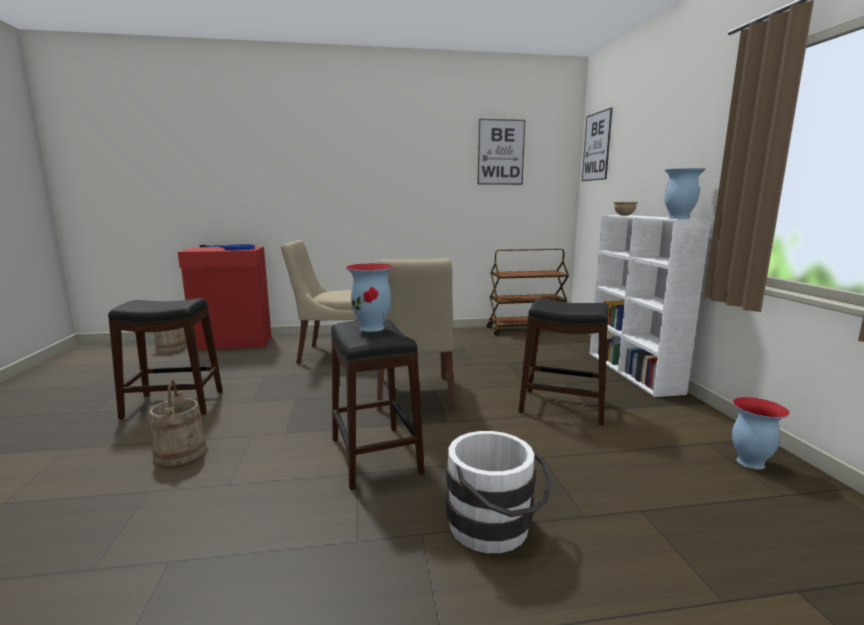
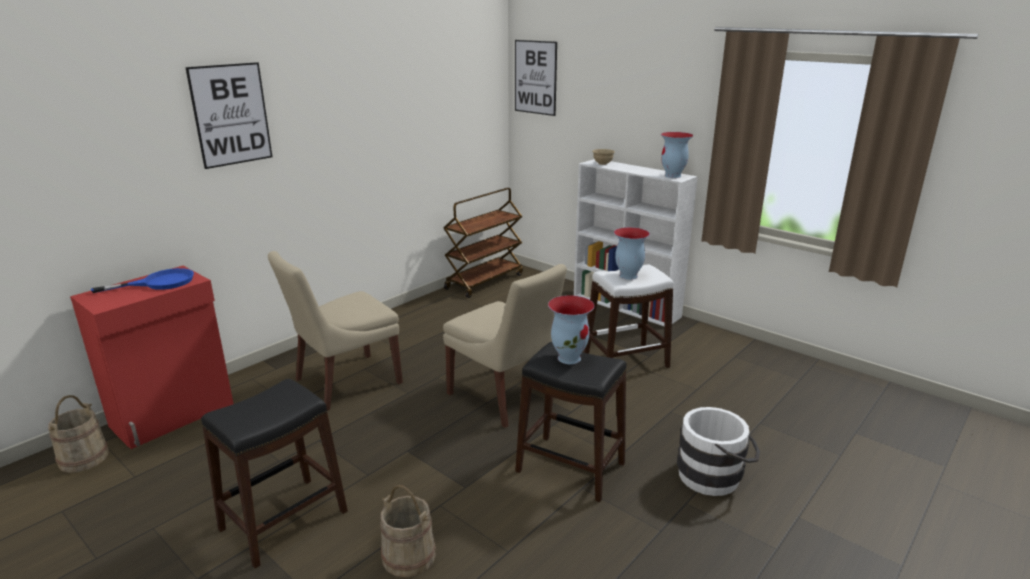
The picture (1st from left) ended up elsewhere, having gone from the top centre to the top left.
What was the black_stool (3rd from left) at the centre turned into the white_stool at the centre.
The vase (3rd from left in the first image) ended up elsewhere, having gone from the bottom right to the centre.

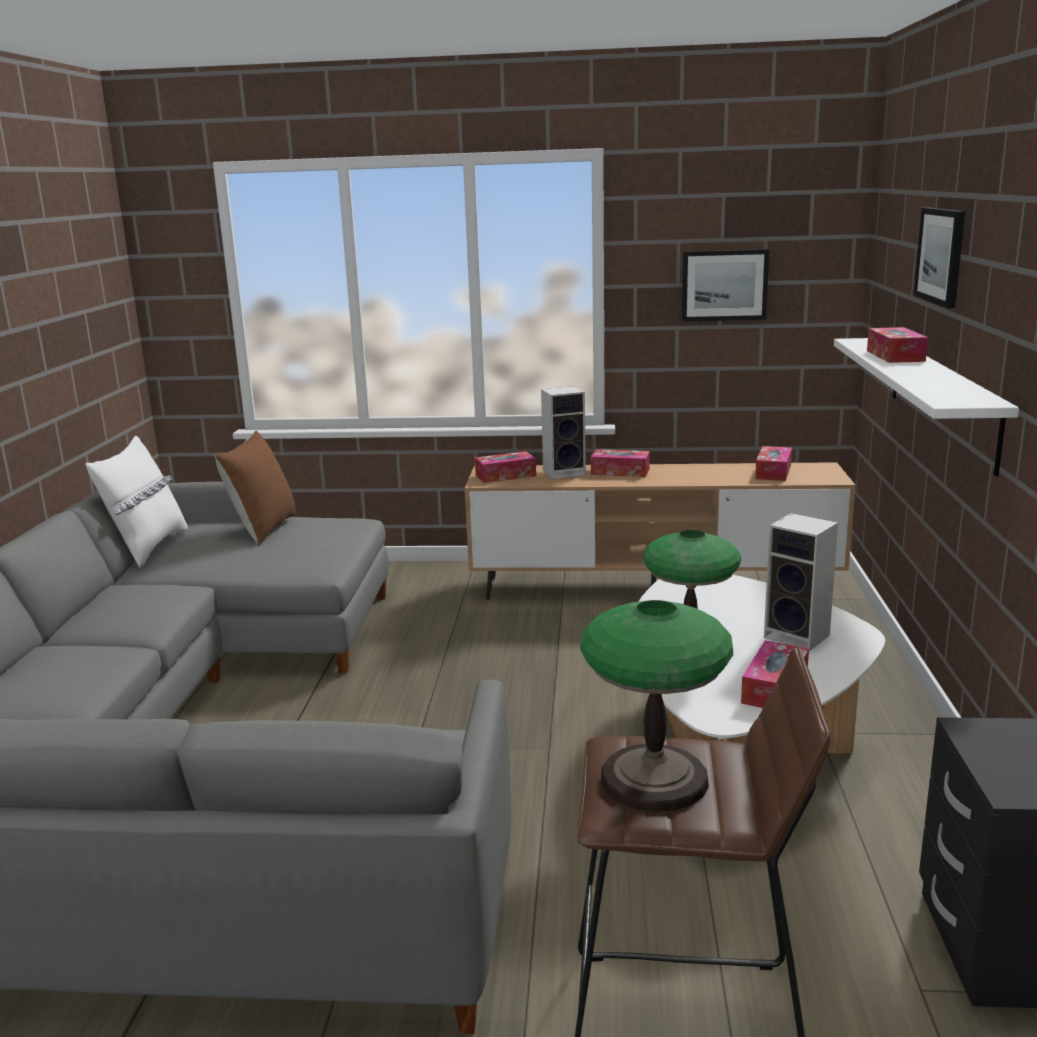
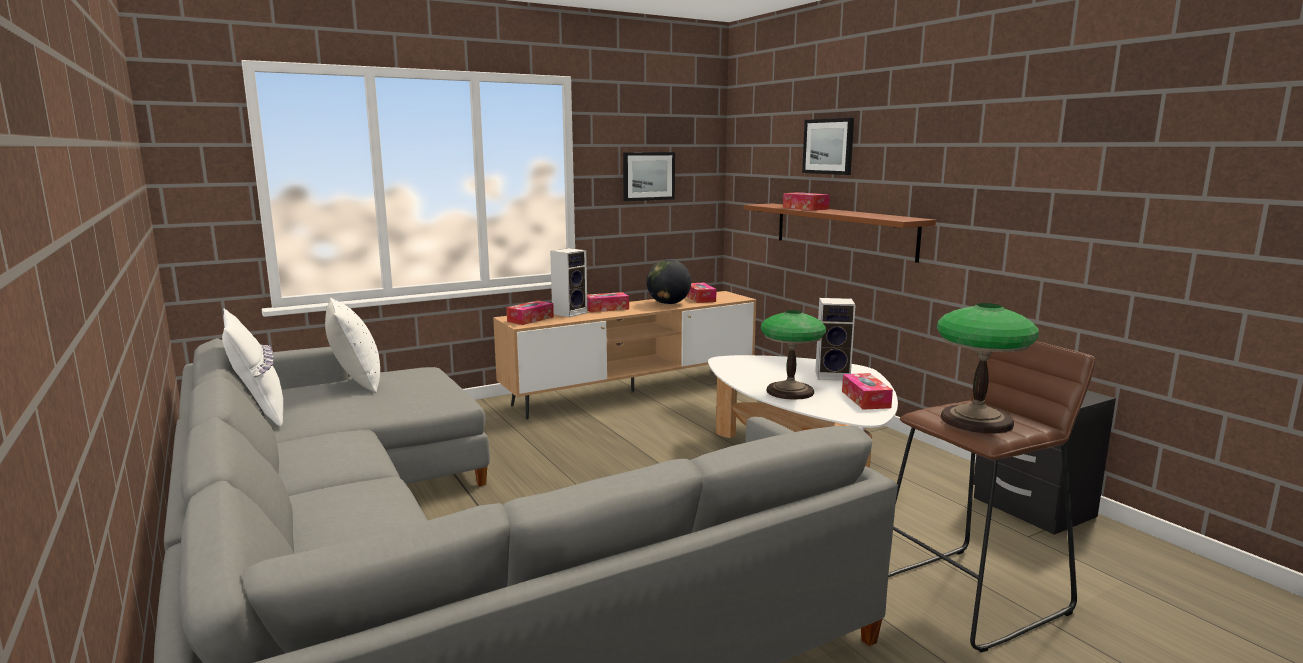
What was the white_shelf at the middle right turned into the brown_shelf at the centre.
What was the brown_pillow at the middle left turned into the white_pillow (2nd from left) at the middle left.
The second view gained the globe at the centre.

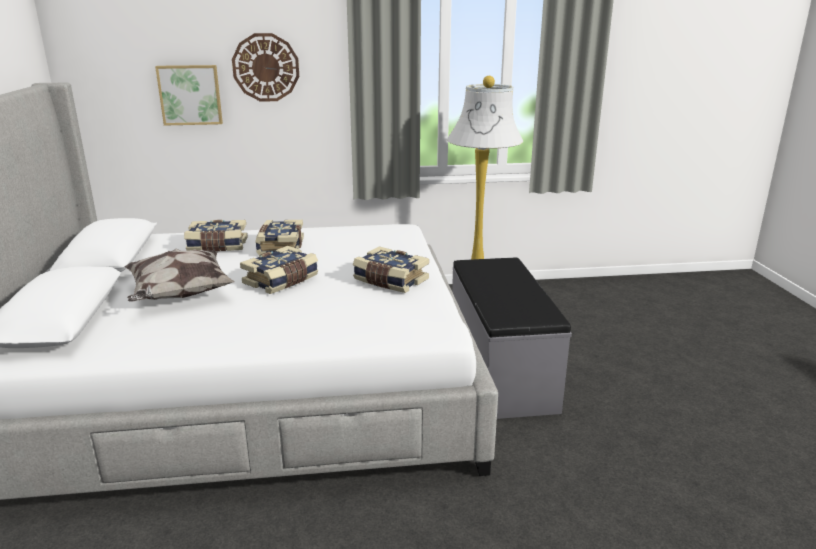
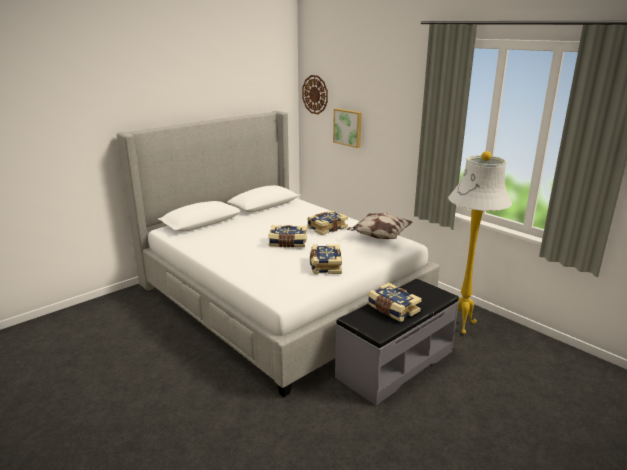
The wall_clock ended up elsewhere, having gone from the top left to the top centre.
The book (1st from left in the first image) ended up elsewhere, having gone from the middle left to the centre.
The pillow ended up elsewhere, having gone from the middle left to the centre.

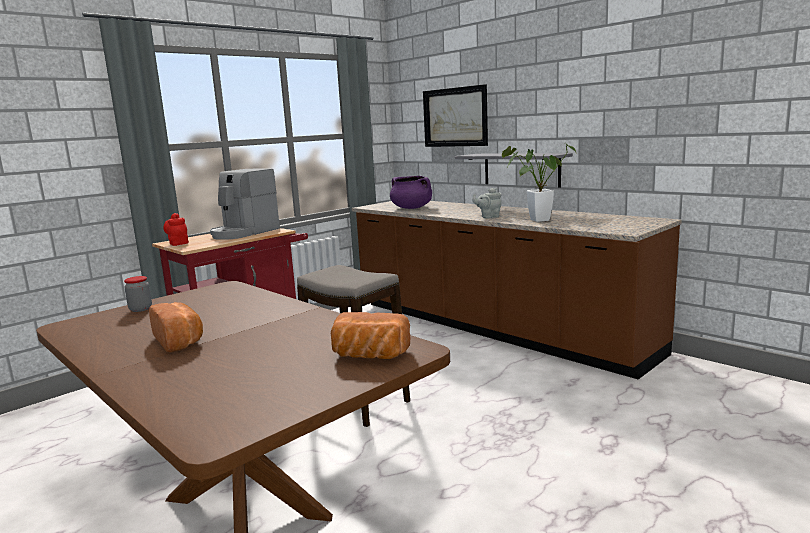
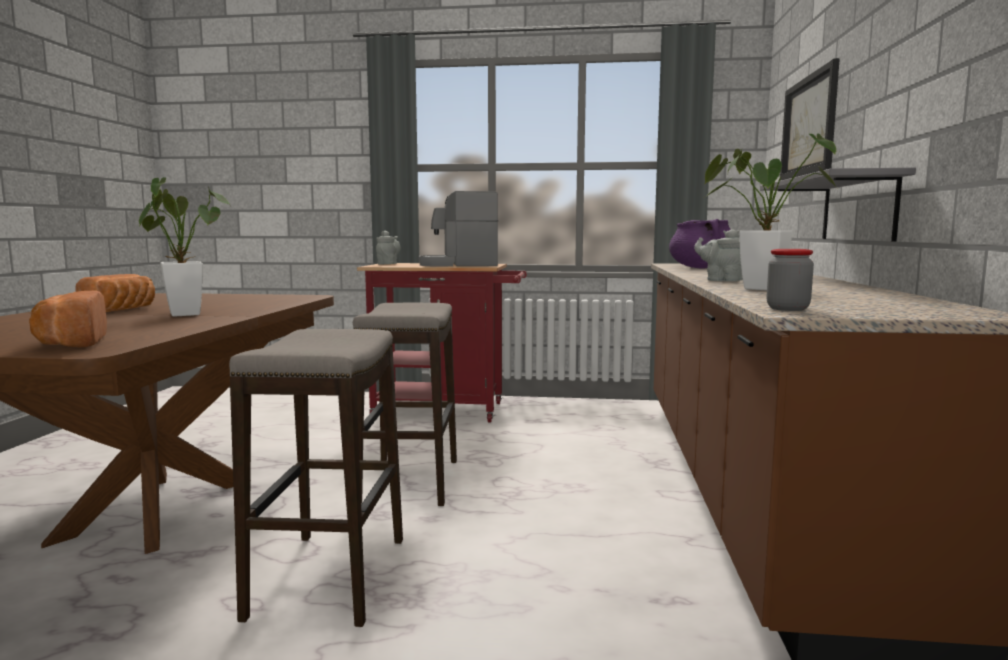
What was the red_teapot at the middle left turned into the grey_teapot (1st from left) at the centre.
The jar ended up elsewhere, having gone from the middle left to the middle right.
The second view gained the potted_plant (1st from left) at the middle left.
The second view gained the stool (1st from left) at the bottom left.

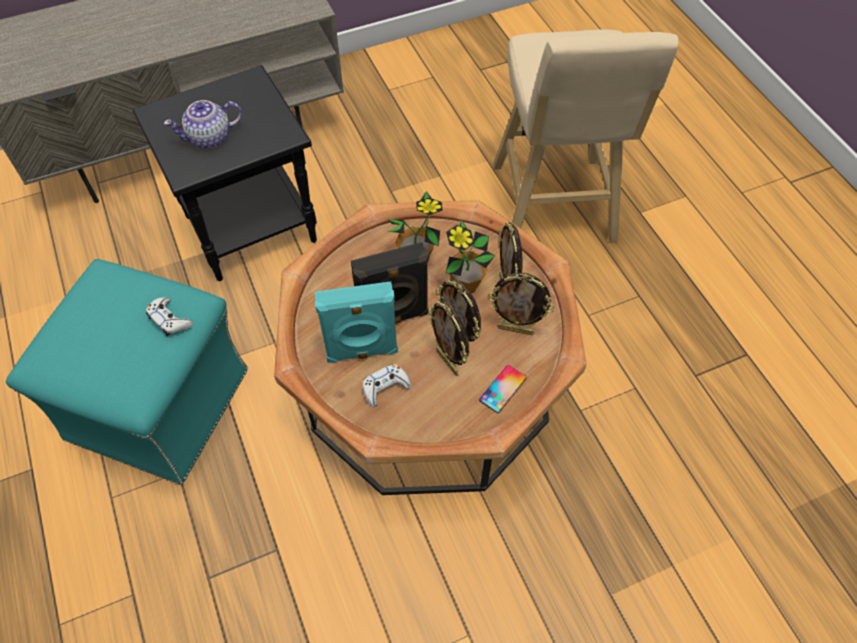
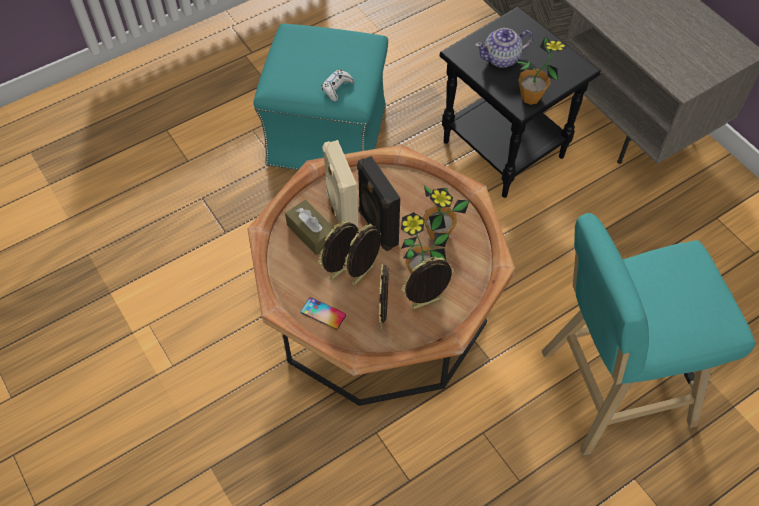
What was the beige_stool at the top right turned into the turquoise_stool at the middle right.
The teapot at the top left ended up facing another way, 75 degrees counterclockwise from before.
What was the turquoise_speaker at the centre turned into the beige_speaker at the centre.
Where the white_game_controller (2nd from left) stood at the centre, the brown_tissue_box came to stand at the centre.
The second view gained the potted_plant (3rd from left) at the top right.

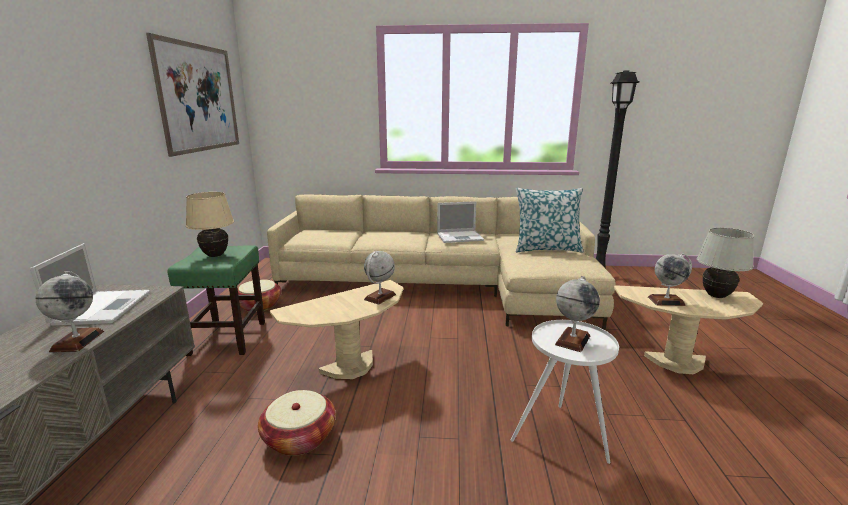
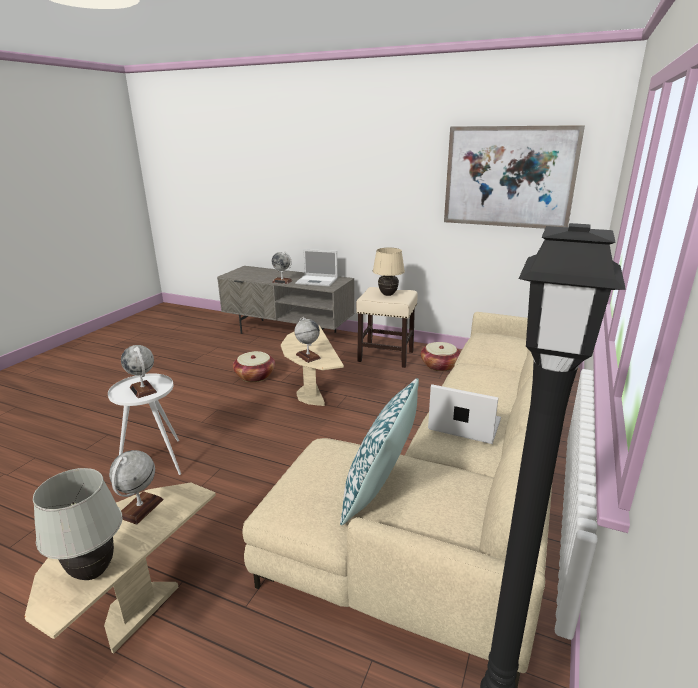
The laptop (2nd from left) at the centre ended up facing another way, 105 degrees clockwise from before.
What was the green_stool at the middle left turned into the beige_stool at the centre.

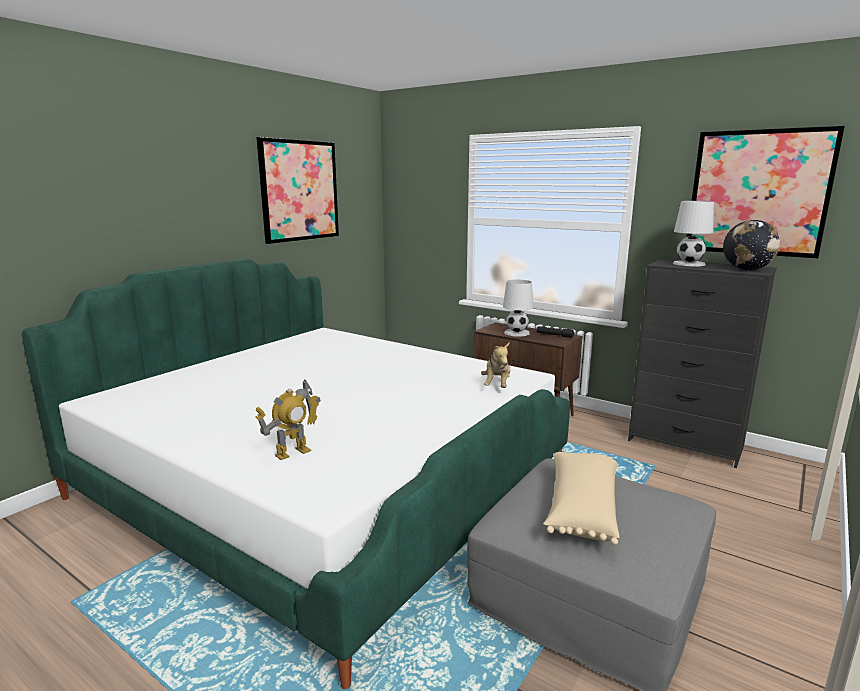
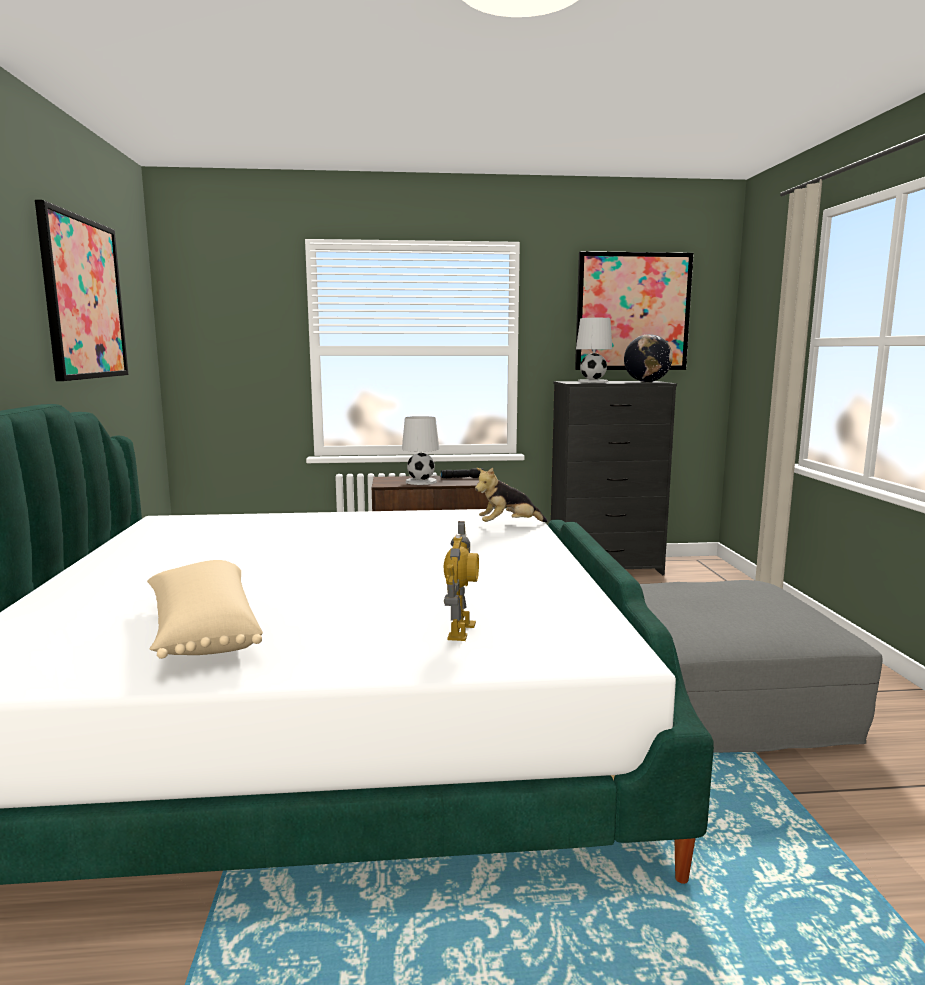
The plush_toy at the centre ended up facing another way, 105 degrees clockwise from before.
The beige_pillow ended up elsewhere, having gone from the bottom right to the middle left.

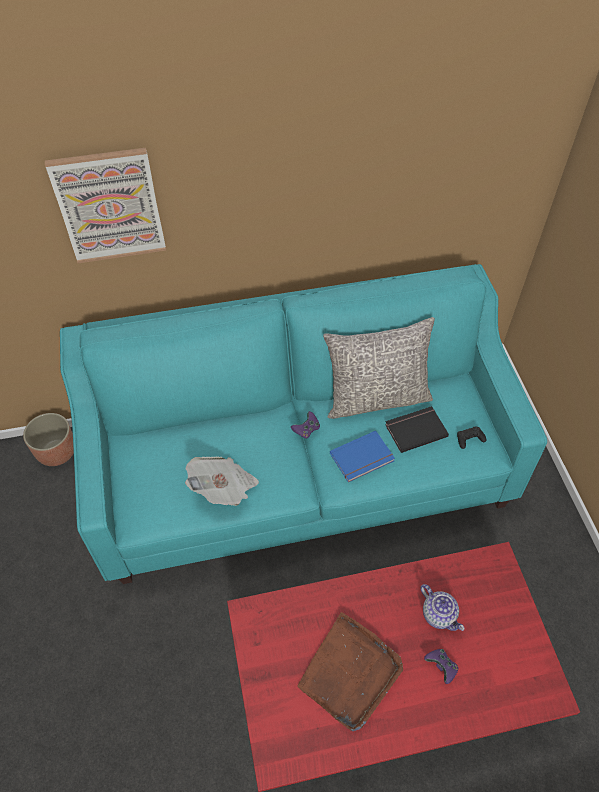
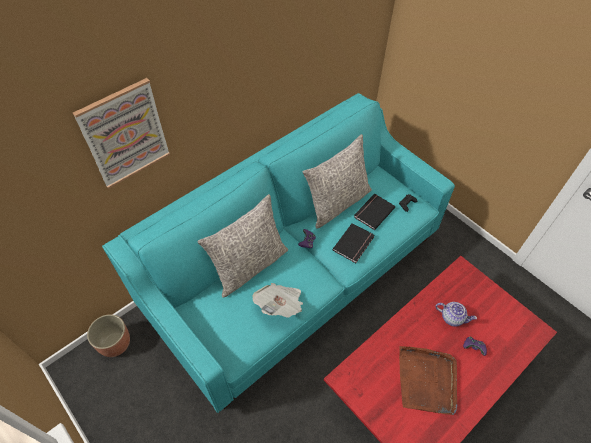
What was the blue_book at the centre turned into the black_book (1st from left) at the centre.
The second view gained the grey_pillow (1st from left) at the centre.

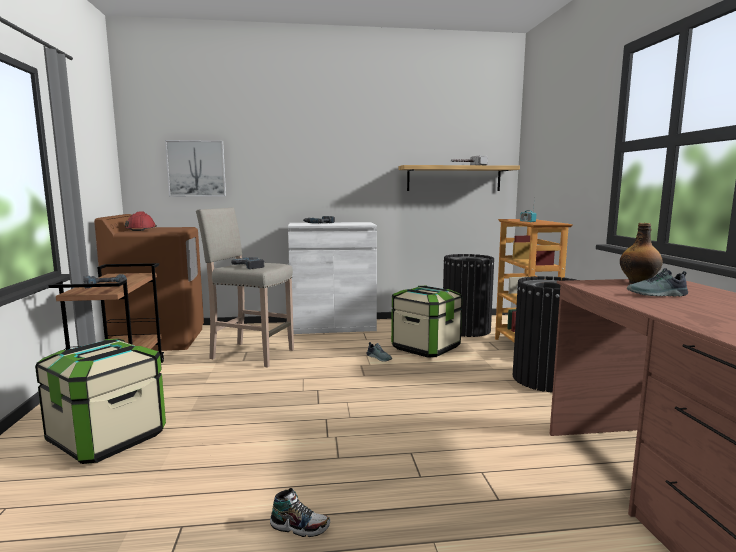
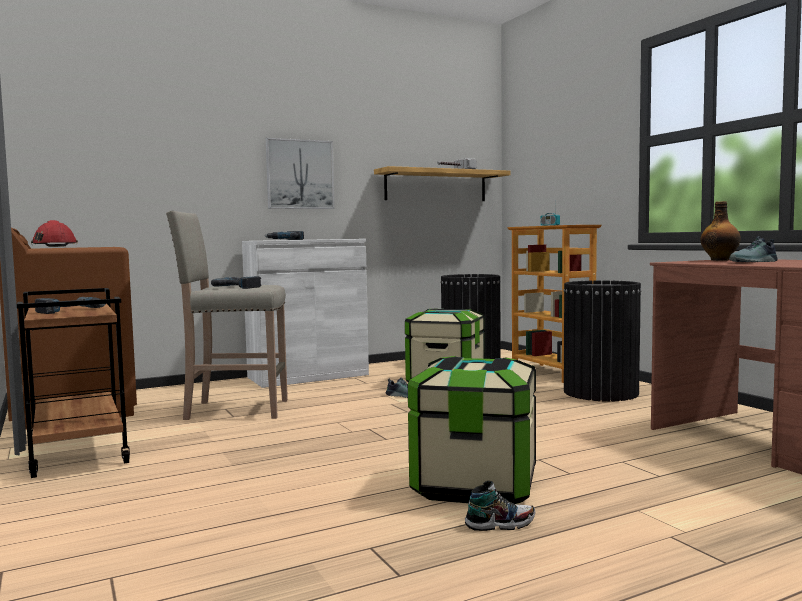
The picture ended up elsewhere, having gone from the top left to the top centre.
The storage_box (1st from left in the first image) ended up elsewhere, having gone from the bottom left to the bottom centre.

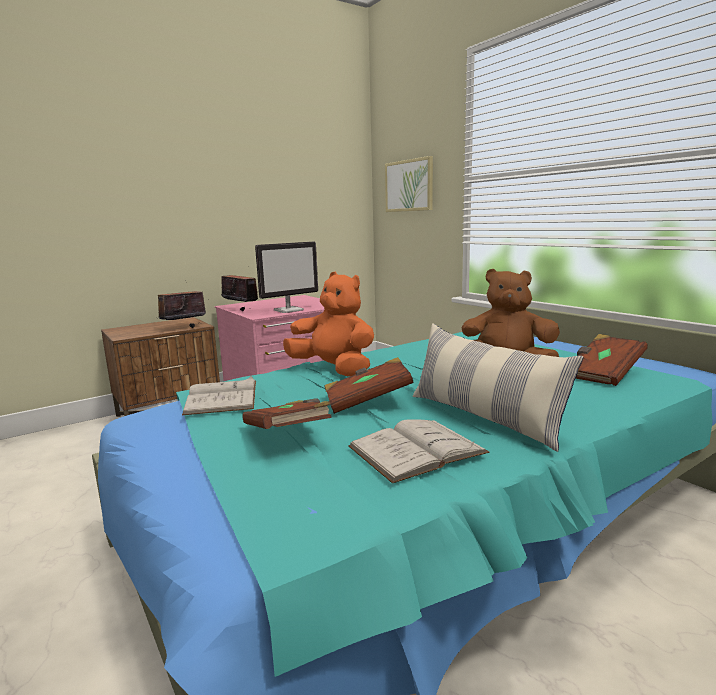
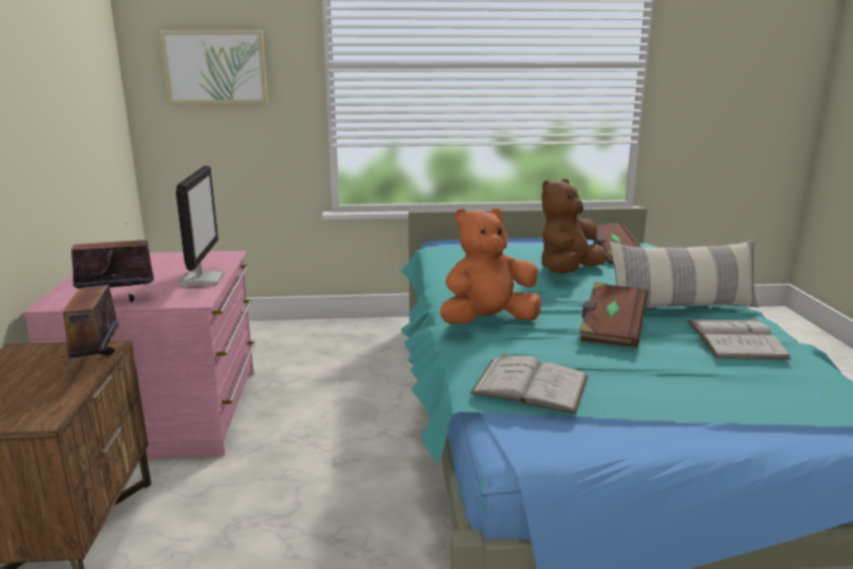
The second view lost the brown_book (1st from left) at the centre.

